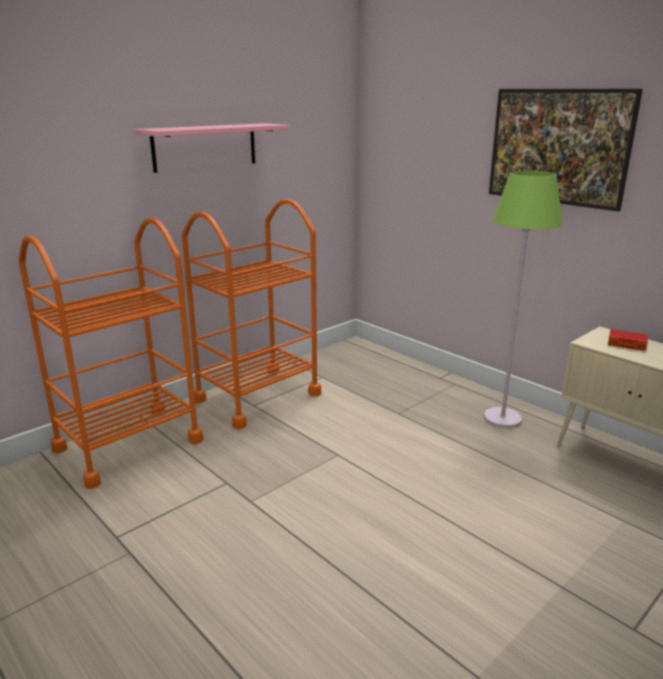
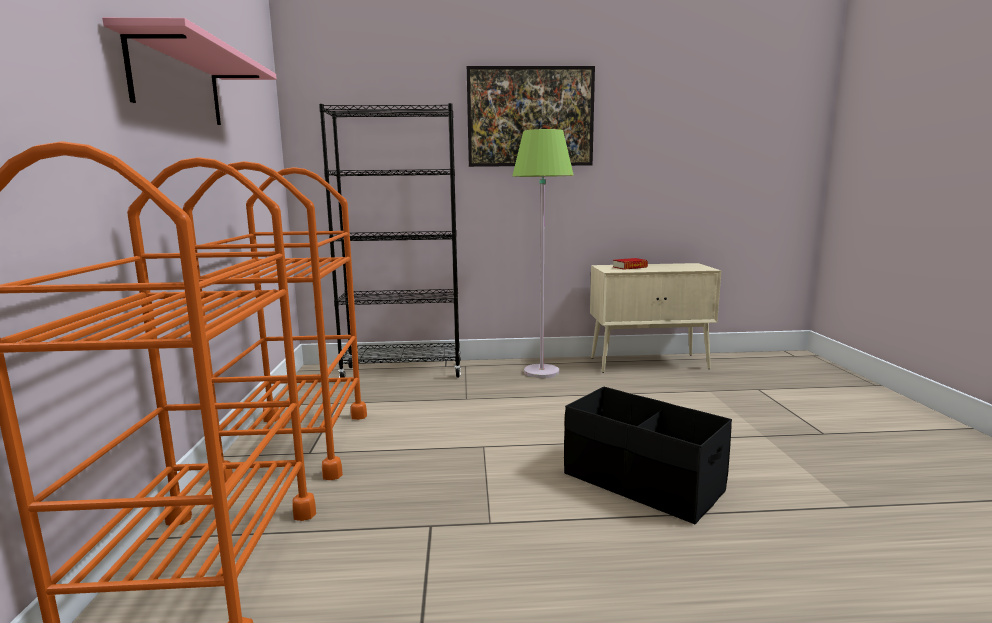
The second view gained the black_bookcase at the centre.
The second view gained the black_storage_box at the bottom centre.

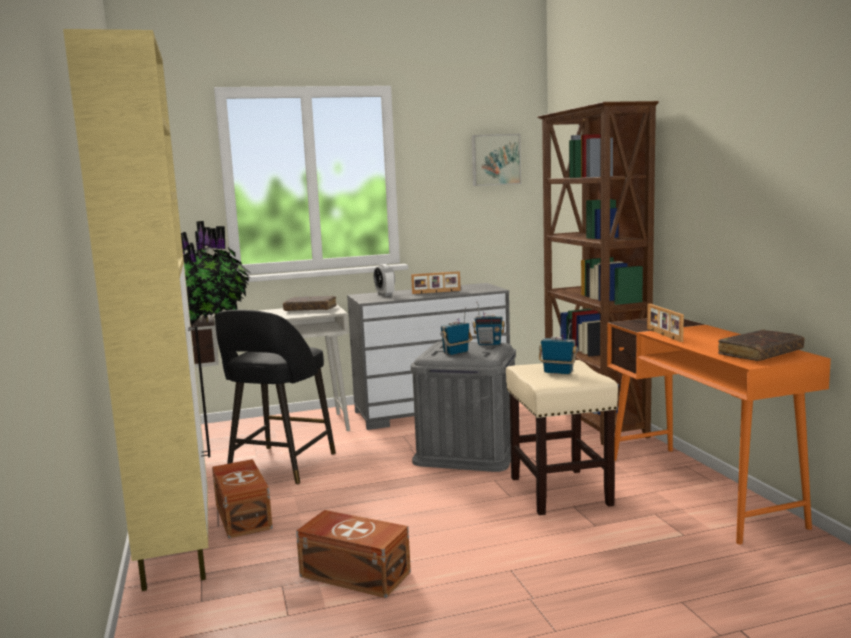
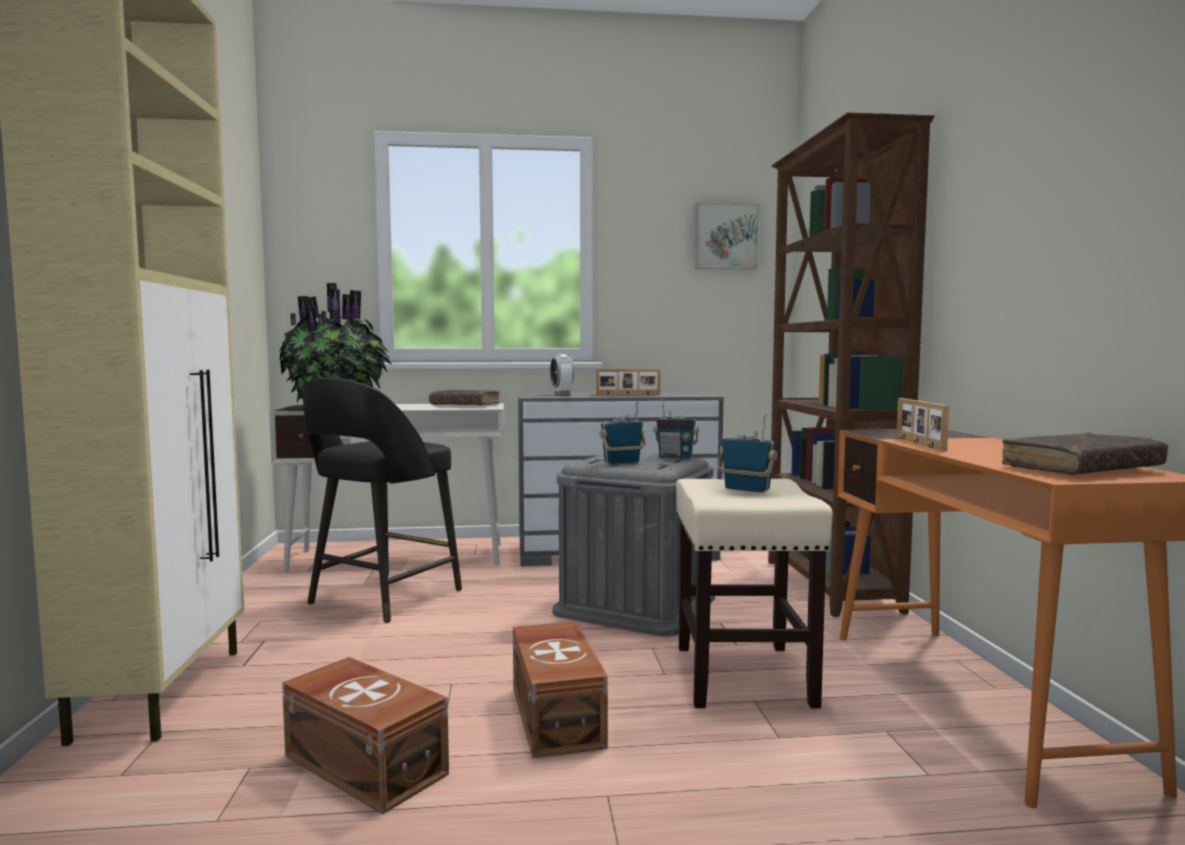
The brown_storage_box (1st from left in the first image) ended up elsewhere, having gone from the bottom left to the bottom centre.

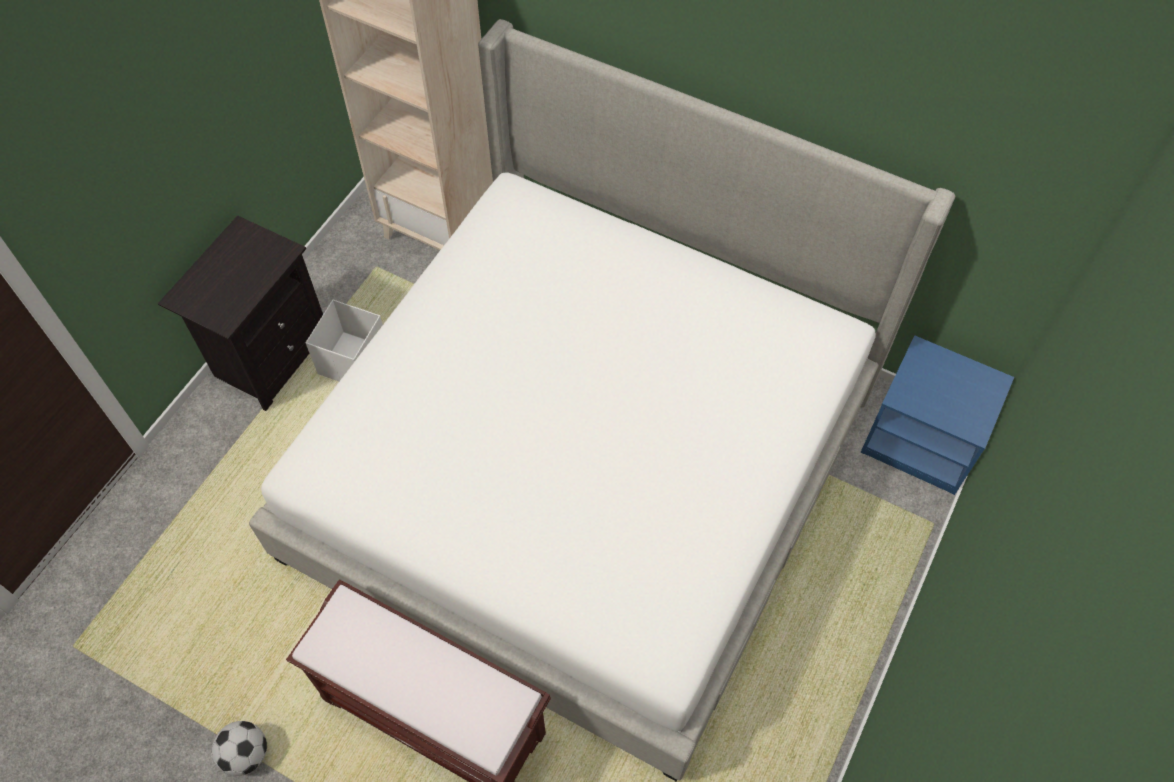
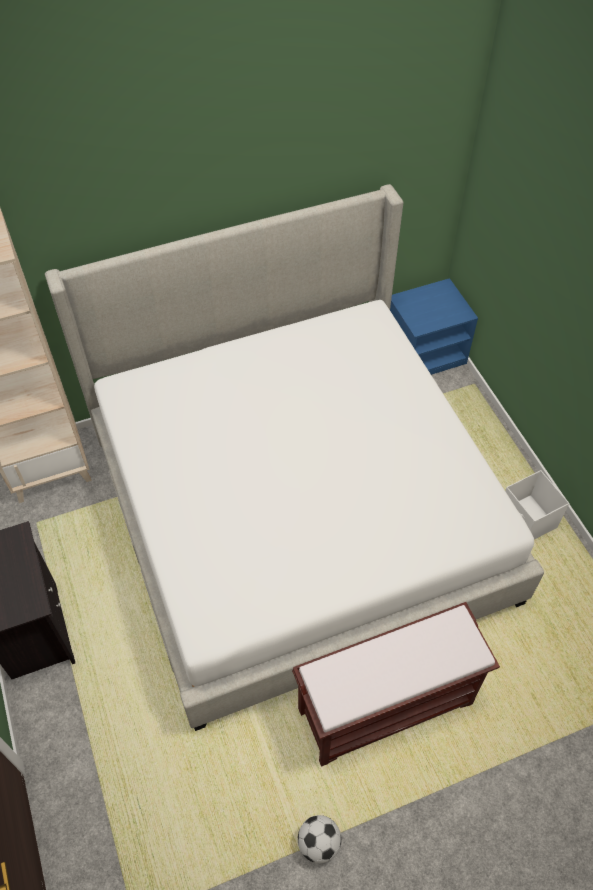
The white_storage_box ended up elsewhere, having gone from the middle left to the middle right.

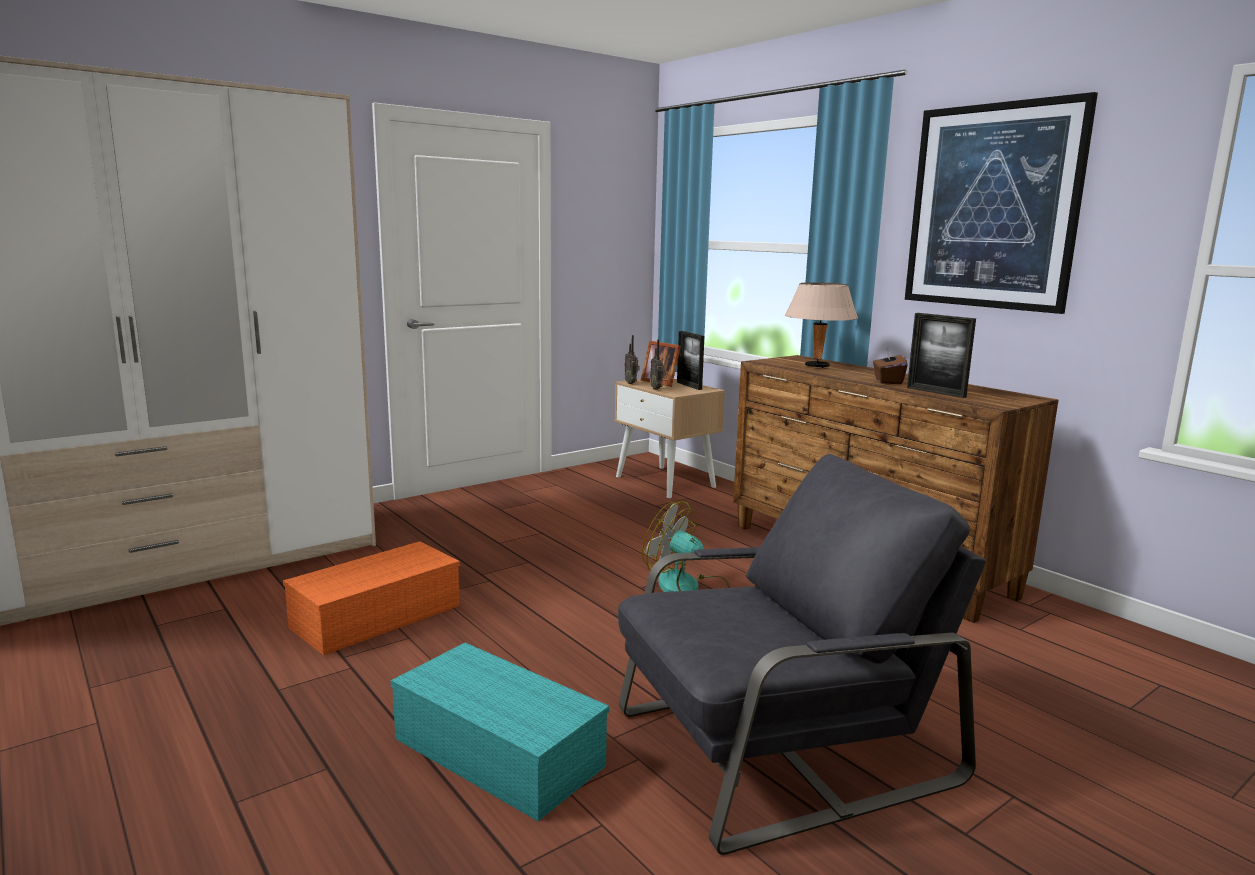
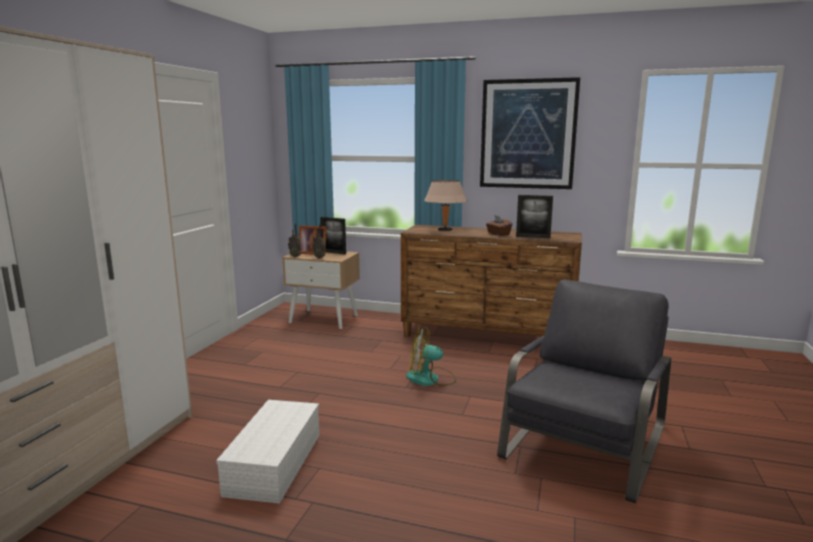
What was the orange_storage_box at the bottom left turned into the white_storage_box at the bottom left.
The second view lost the turquoise_storage_box at the bottom centre.

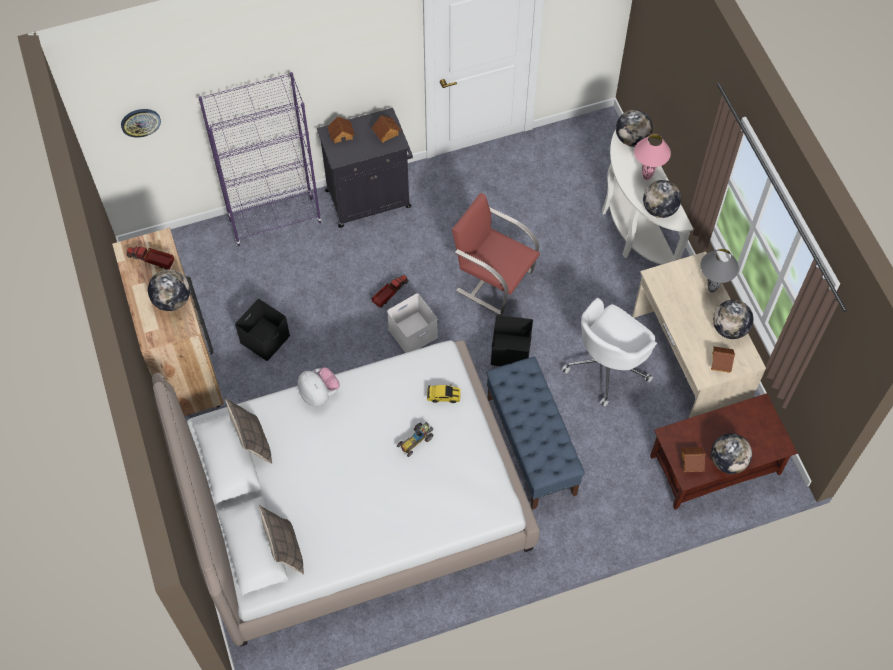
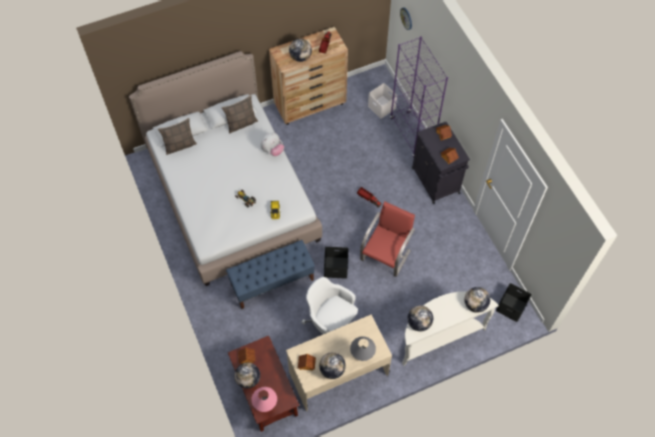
The pink_table_lamp ended up elsewhere, having gone from the top right to the bottom centre.
The white_storage_box ended up elsewhere, having gone from the centre to the top centre.
The black_storage_box (1st from left in the first image) ended up elsewhere, having gone from the middle left to the bottom right.

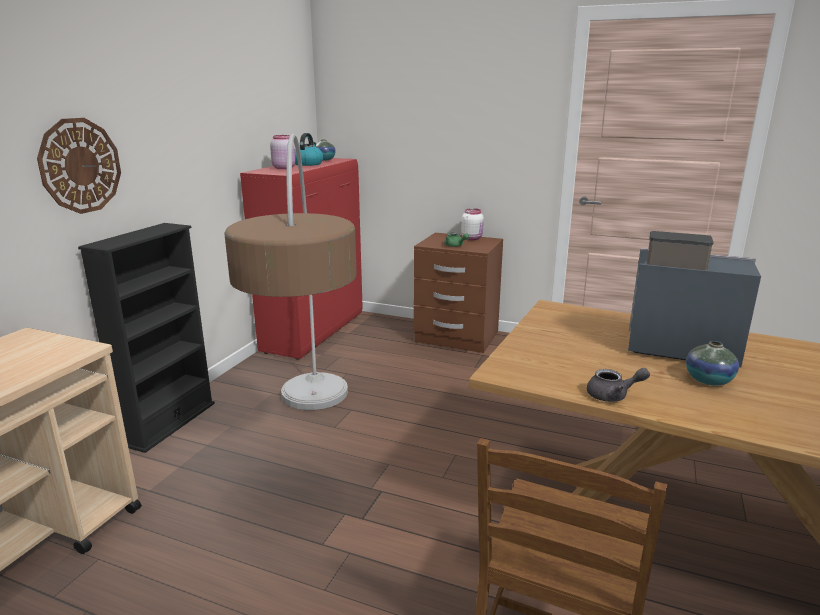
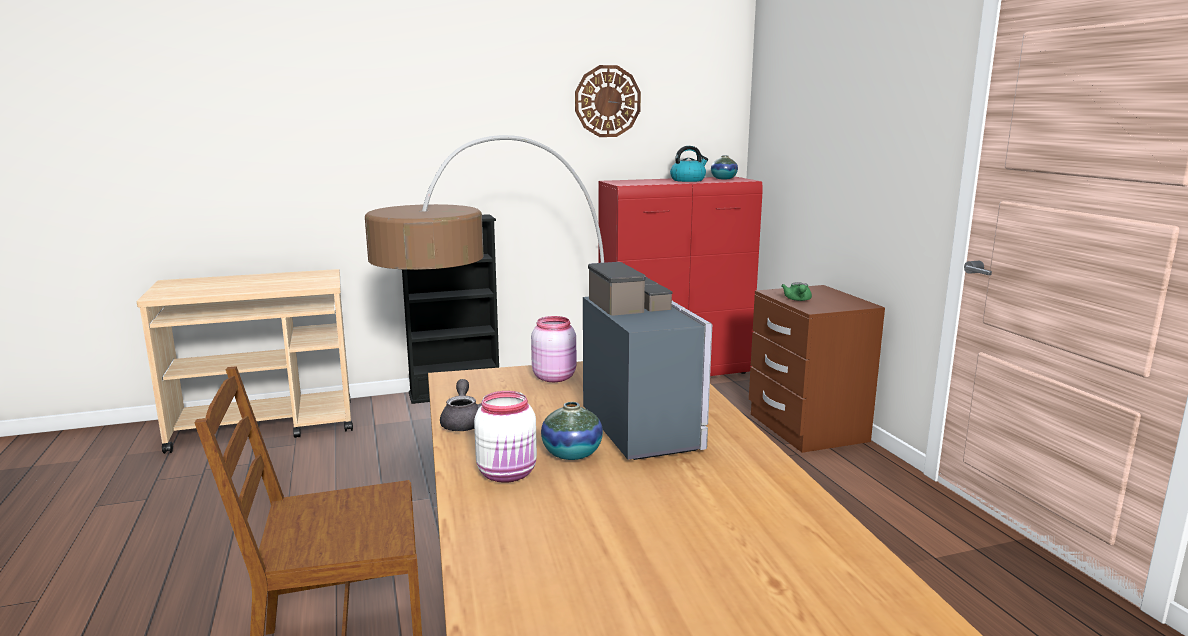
The wall_clock ended up elsewhere, having gone from the top left to the top centre.
The pink_jar ended up elsewhere, having gone from the top centre to the centre.
The white_jar ended up elsewhere, having gone from the centre to the bottom centre.
The grey_teapot at the middle right ended up facing another way, 150 degrees counterclockwise from before.

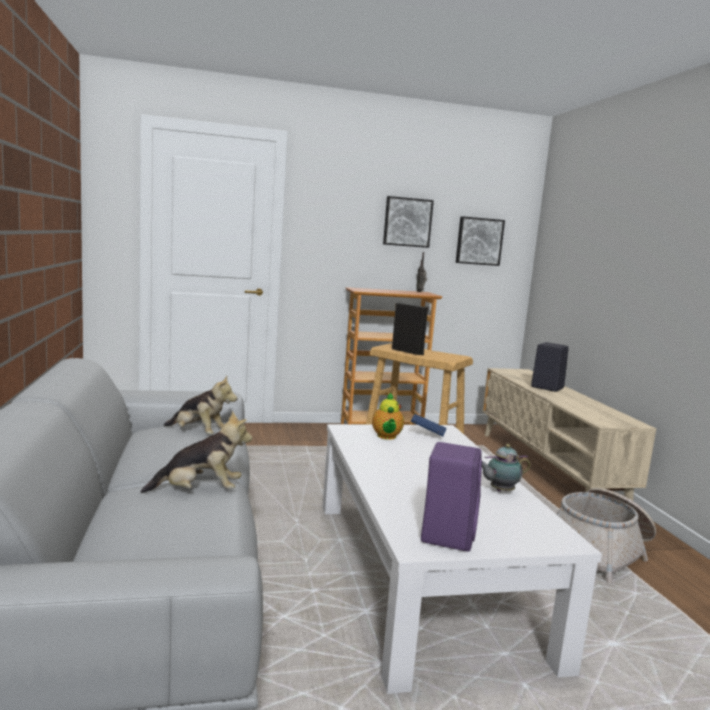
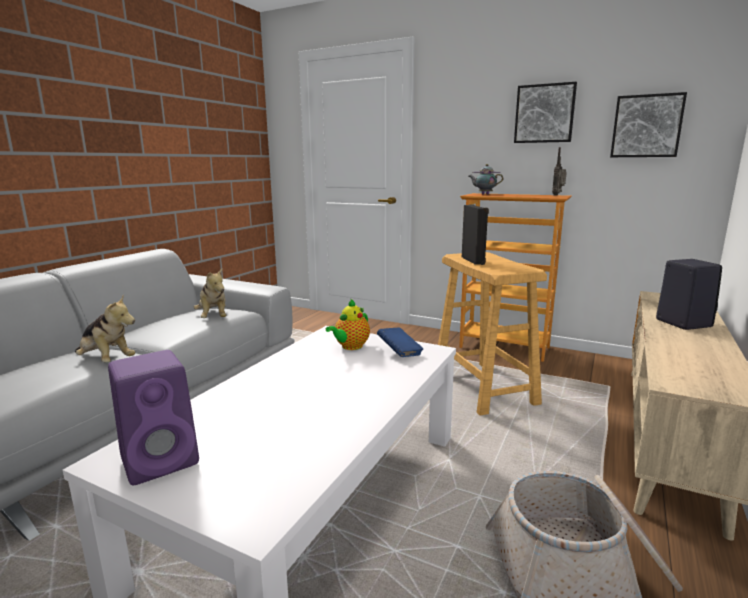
The teapot (2nd from left) ended up elsewhere, having gone from the middle right to the top centre.

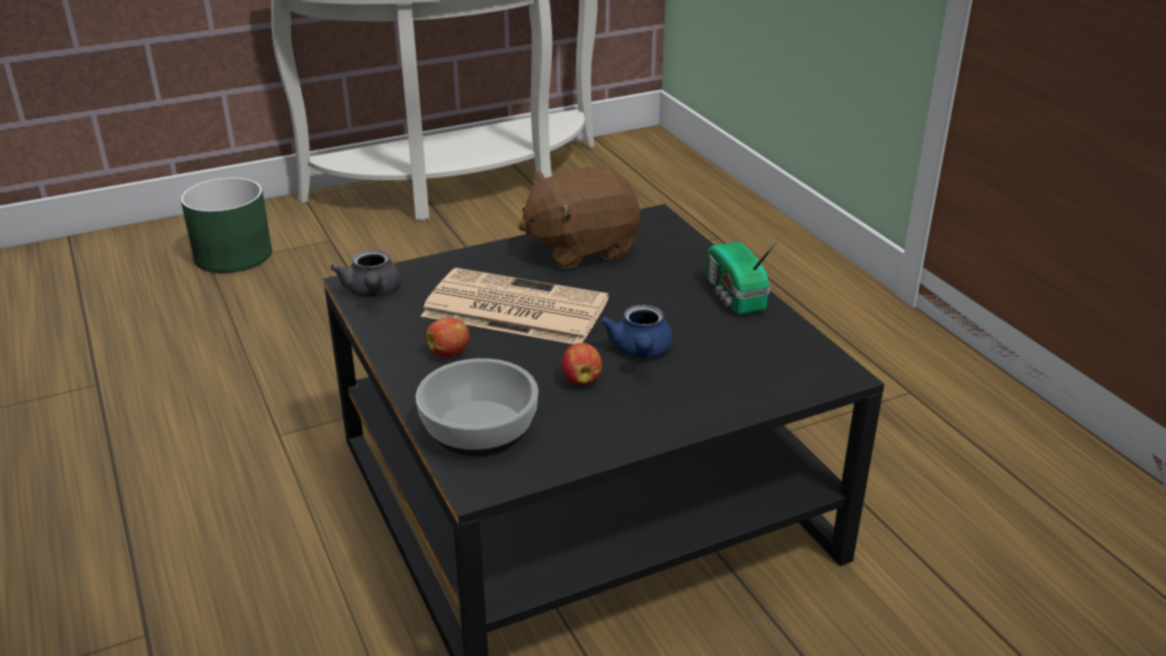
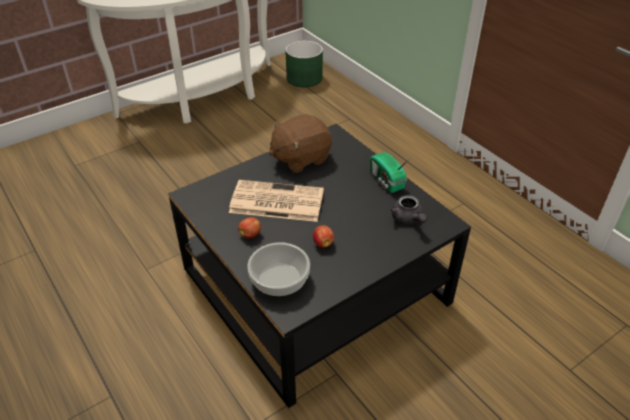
The green_planter ended up elsewhere, having gone from the middle left to the top centre.
The grey_teapot ended up elsewhere, having gone from the middle left to the centre.
The second view lost the blue_teapot at the centre.

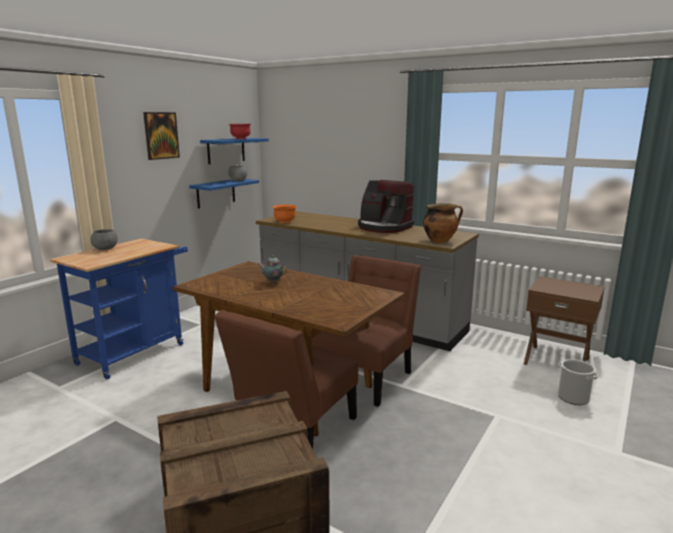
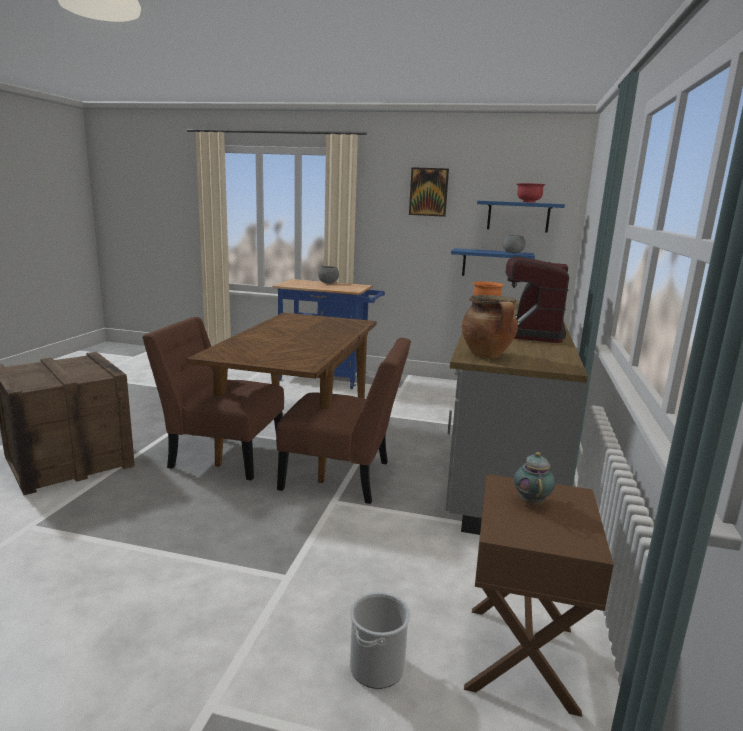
The teapot ended up elsewhere, having gone from the centre to the middle right.

